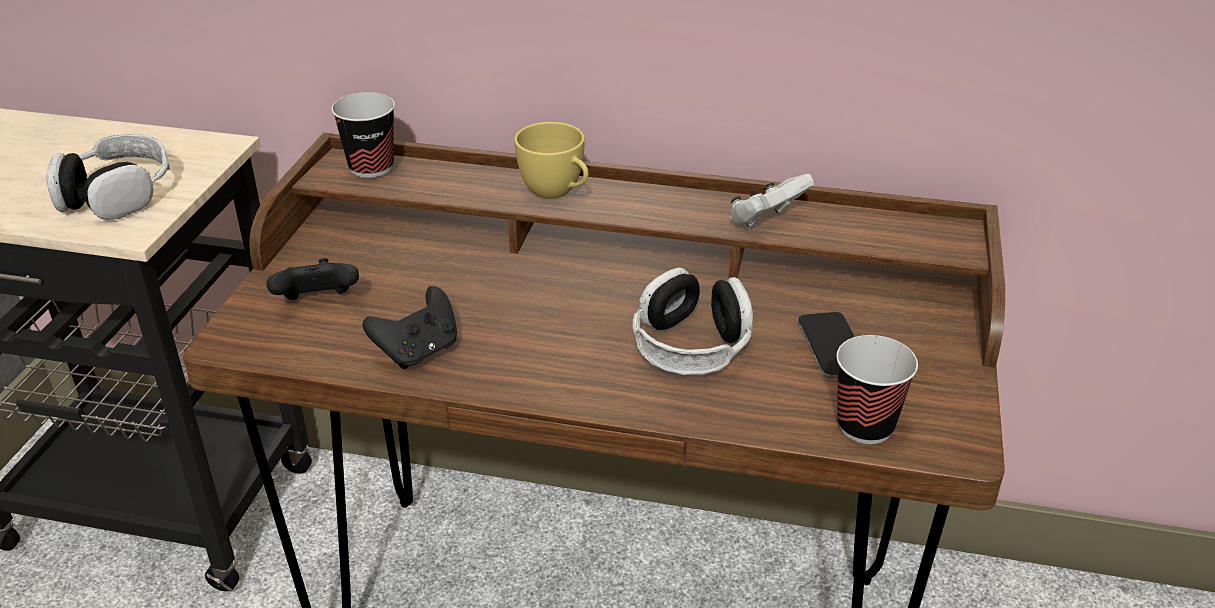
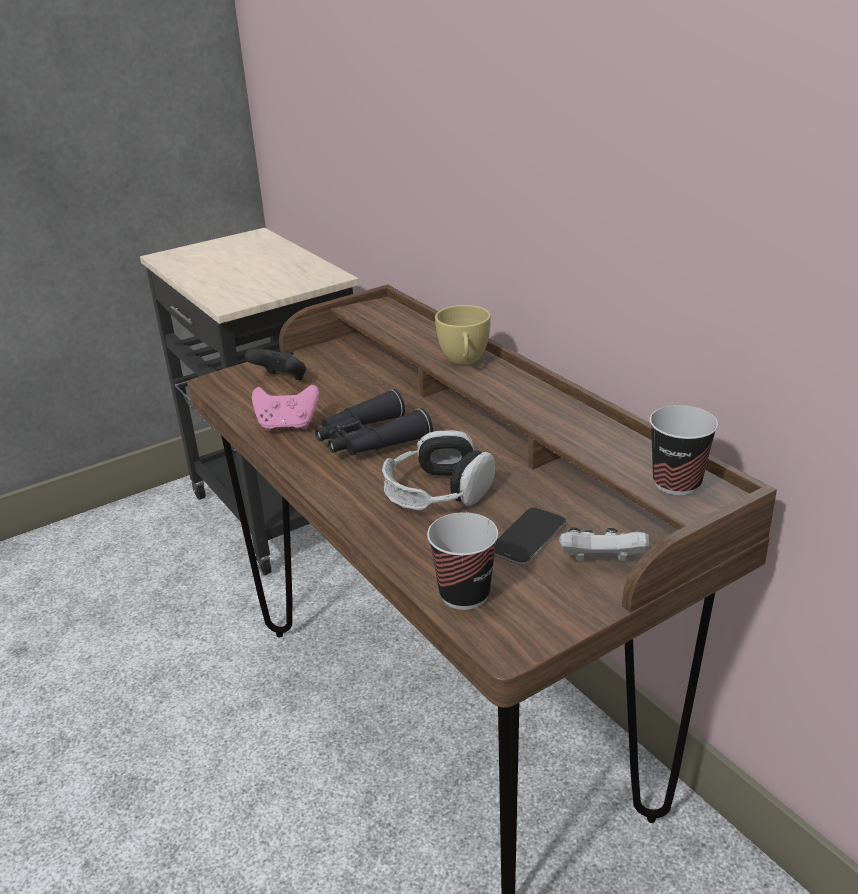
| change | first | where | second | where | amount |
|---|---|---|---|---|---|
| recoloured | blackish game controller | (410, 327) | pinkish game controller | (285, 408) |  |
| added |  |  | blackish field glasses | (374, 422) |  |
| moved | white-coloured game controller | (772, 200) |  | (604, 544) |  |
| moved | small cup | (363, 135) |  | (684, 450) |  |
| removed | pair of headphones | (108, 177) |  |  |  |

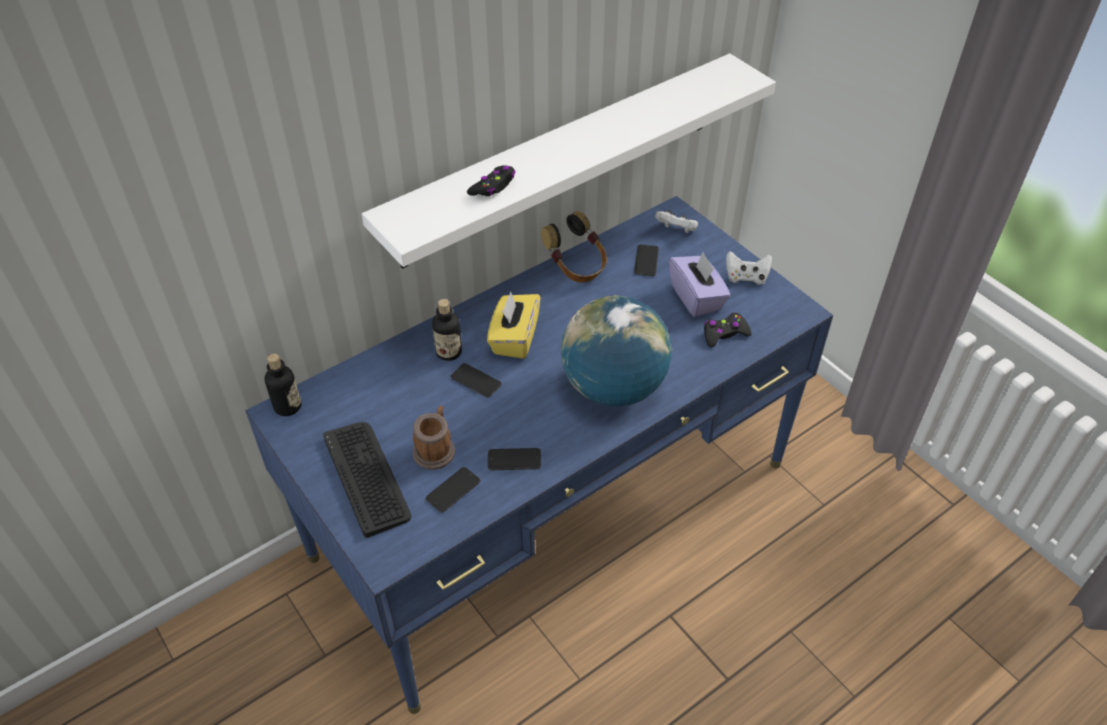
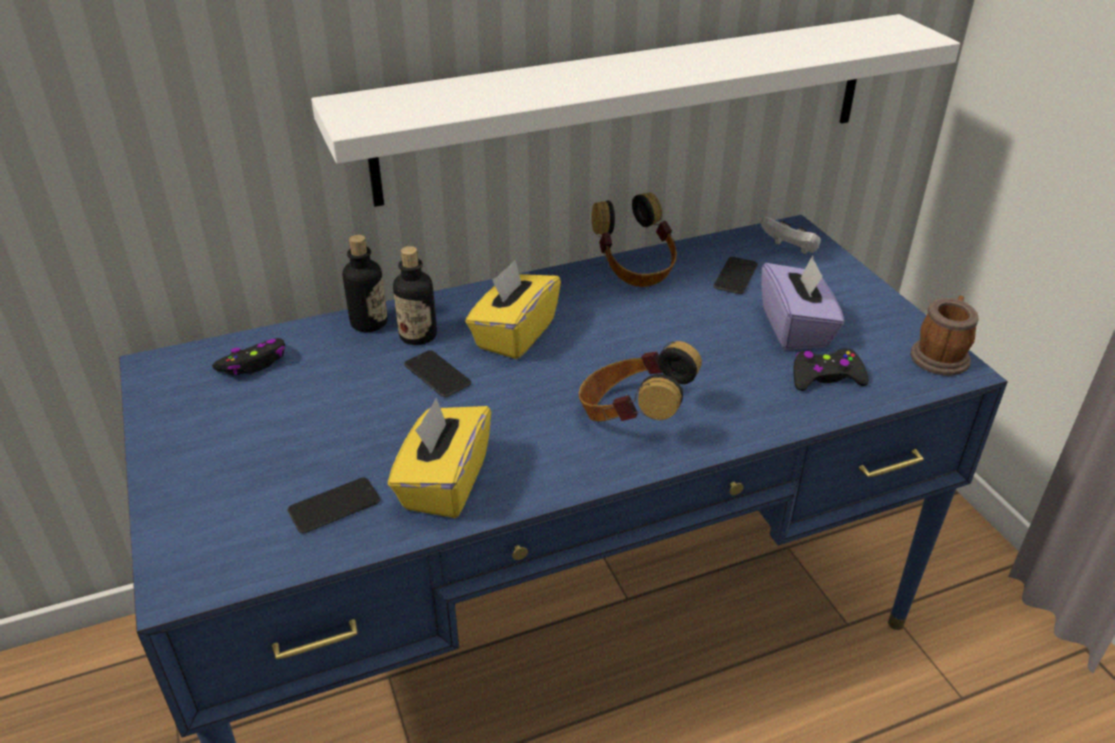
| change | first | where | second | where | amount |
|---|---|---|---|---|---|
| moved | blackish game controller | (491, 180) |  | (248, 357) |  |
| moved | bottle | (283, 384) |  | (365, 283) |  |
| replaced | handset | (514, 459) | yellow-coloured box of tissues | (439, 458) |  |
| replaced | globe | (616, 351) | pair of headphones | (640, 381) |  |
| moved | coffee mug | (434, 438) |  | (944, 335) |  |
| removed | keyboard | (367, 480) |  |  |  |
| removed | white-coloured game controller | (749, 268) |  |  |  |

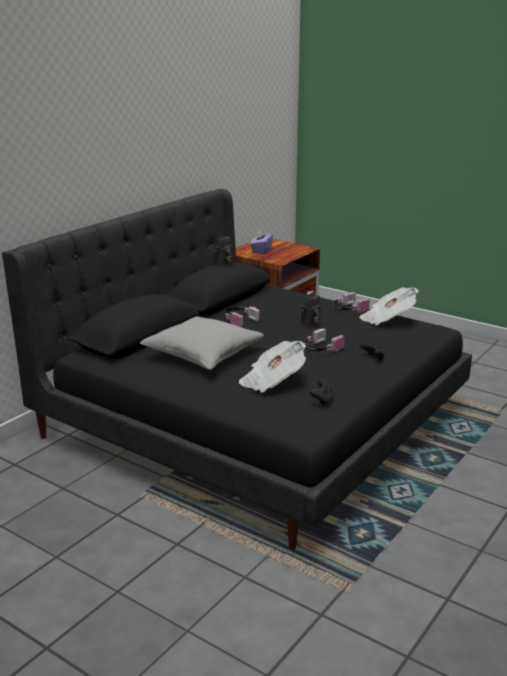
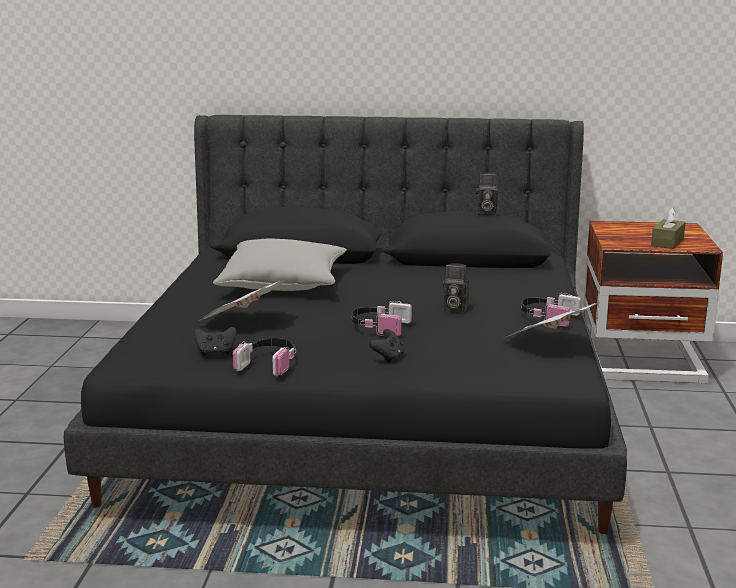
| change | first | where | second | where | amount |
|---|---|---|---|---|---|
| moved | pair of headphones | (241, 316) |  | (264, 356) |  |
| added |  |  | brownish box of tissues | (668, 228) |  |
| removed | purplish box of tissues | (261, 241) |  |  |  |

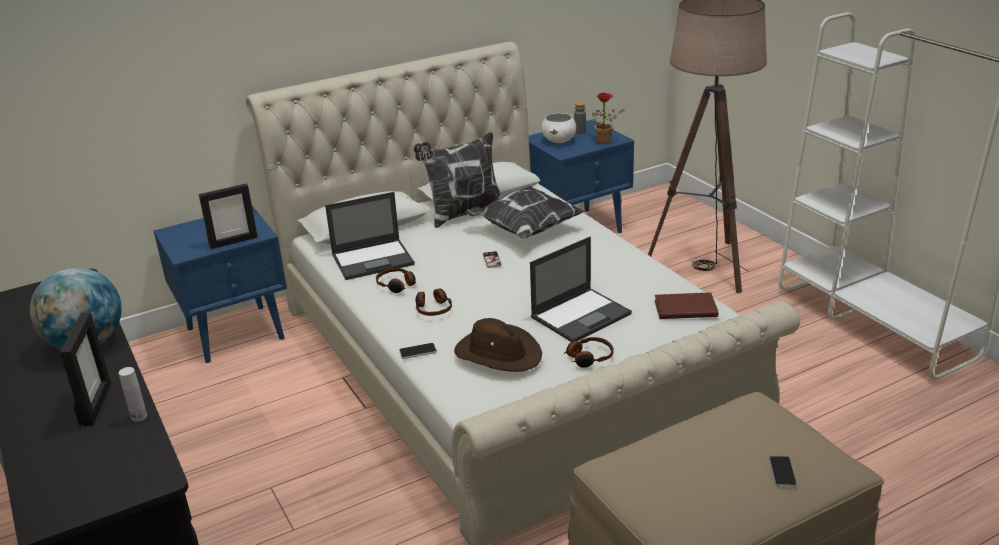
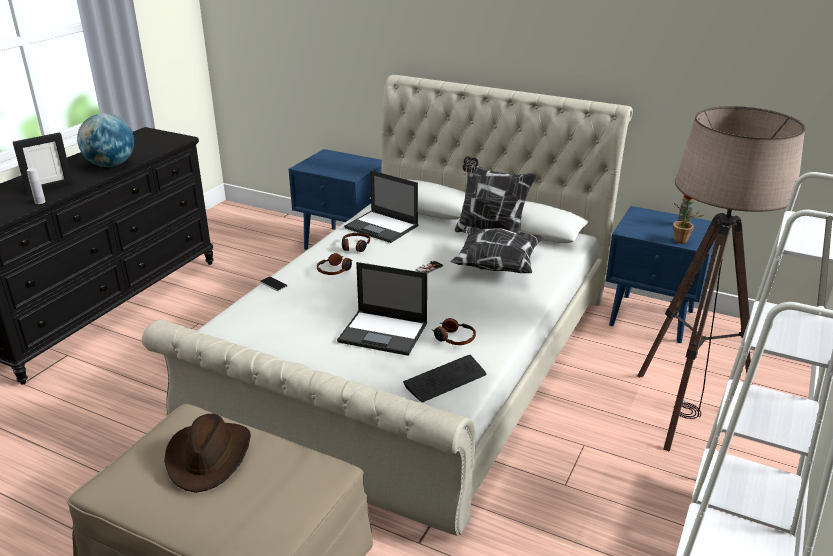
| change | first | where | second | where | amount |
|---|---|---|---|---|---|
| moved | brownish hat | (498, 345) |  | (207, 453) |  |
| replaced | brownish bound book | (686, 305) | keyboard | (444, 378) |  |
| moved | pair of headphones | (589, 352) |  | (454, 331) |  |
| removed | photo frame | (228, 216) |  |  |  |
| removed | white-coloured serving bowl | (558, 128) |  |  |  |
| removed | handset | (783, 471) |  |  |  |

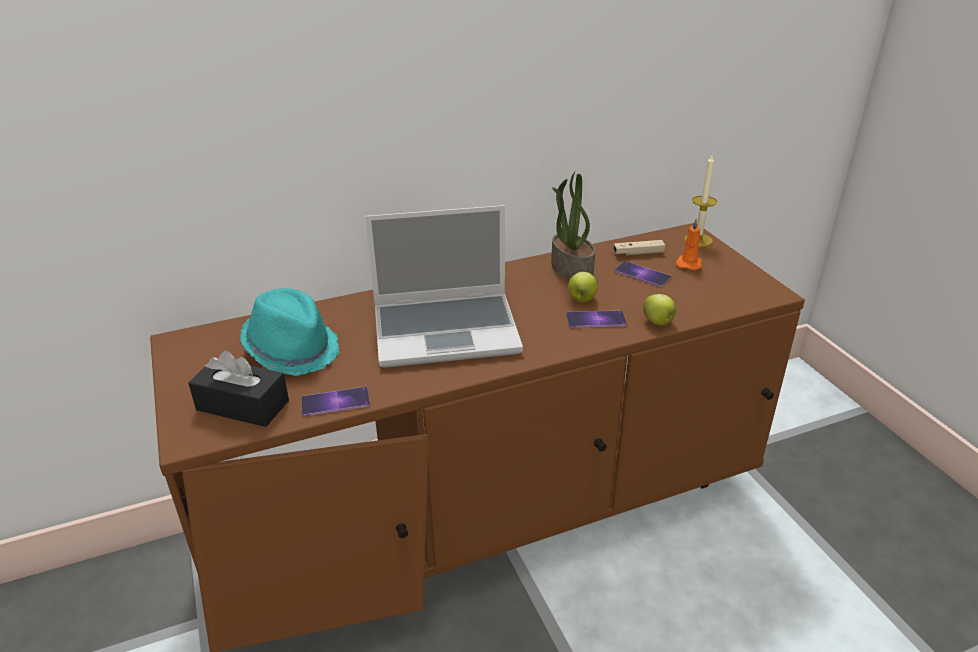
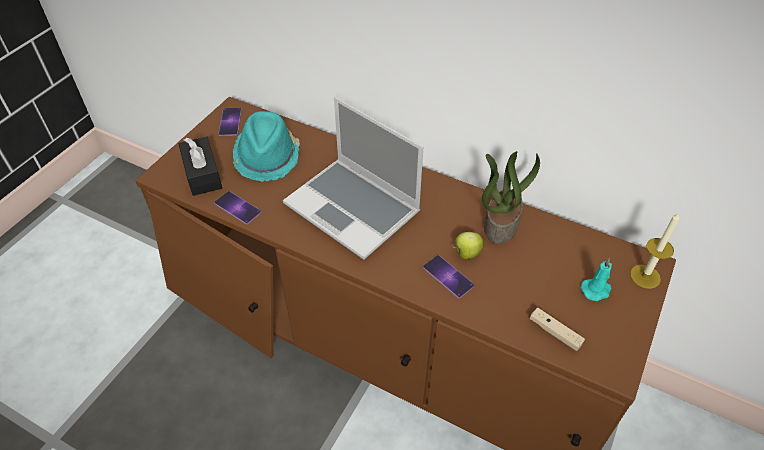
| change | first | where | second | where | amount |
|---|---|---|---|---|---|
| moved | handset | (642, 274) |  | (230, 122) |  |
| moved | sand-coloured game controller | (640, 247) |  | (557, 329) |  |
| recoloured | orange candle | (689, 244) | blue-green candle | (596, 279) |  |
| removed | whole apple | (659, 310) |  |  |  |

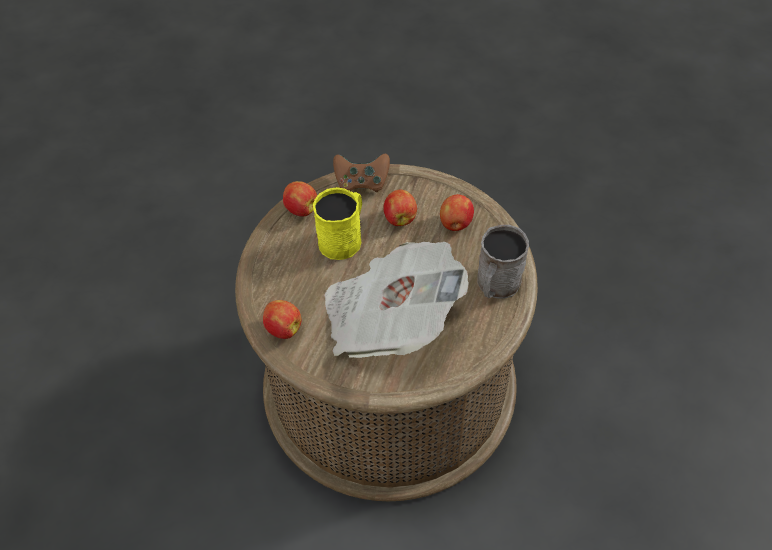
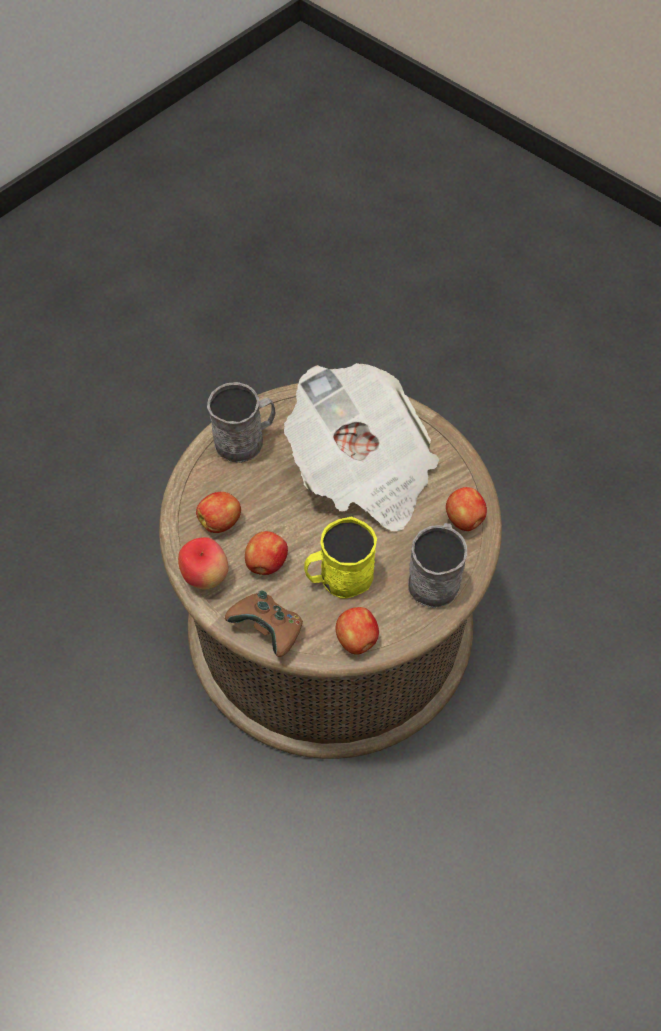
| change | first | where | second | where | amount |
|---|---|---|---|---|---|
| added |  |  | whole apple | (203, 563) |  |
| added |  |  | gray coffee mug | (437, 565) |  |

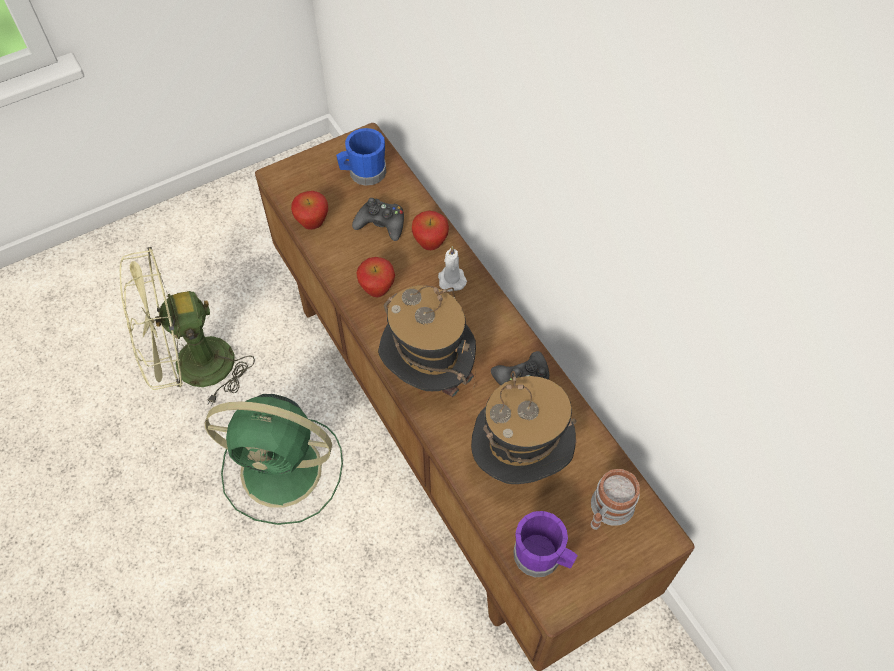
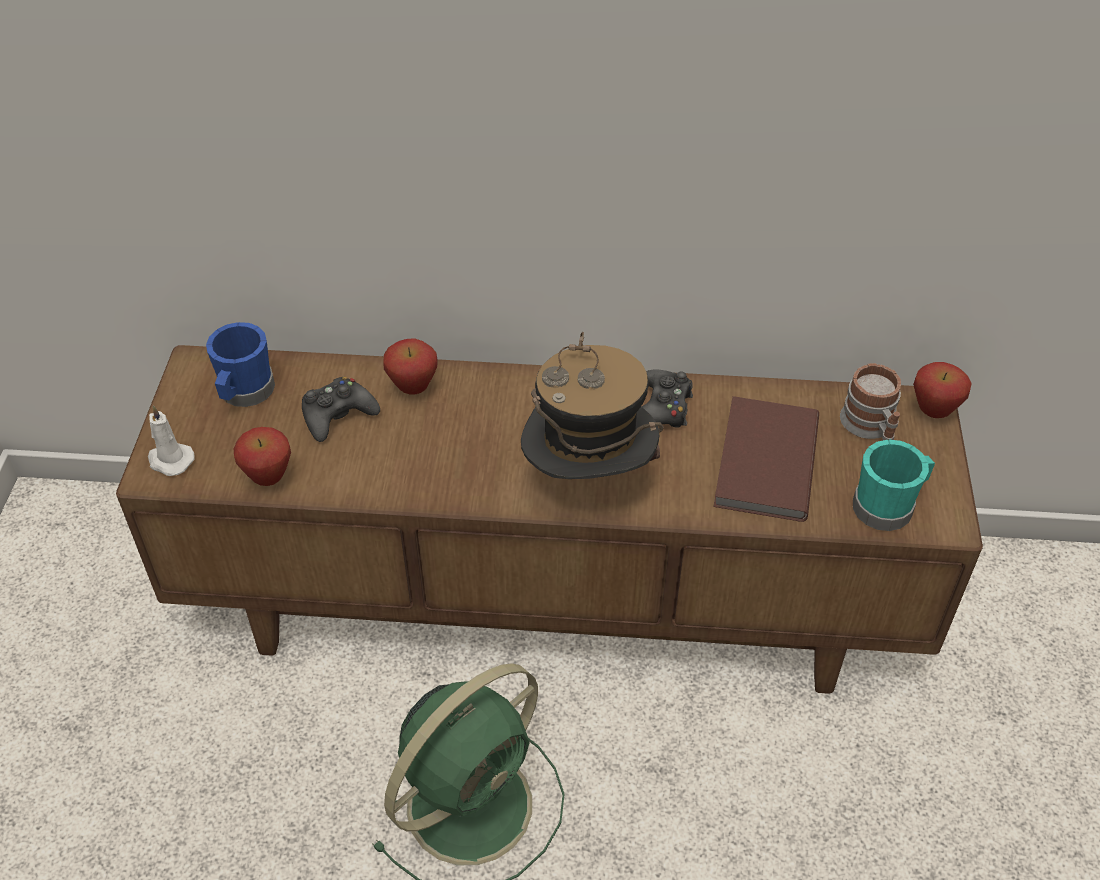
| change | first | where | second | where | amount |
|---|---|---|---|---|---|
| moved | white-coloured candle | (452, 269) |  | (171, 440) |  |
| replaced | hat | (524, 427) | brownish bound book | (766, 459) |  |
| recoloured | purplish coffee mug | (545, 544) | blue-green coffee mug | (894, 485) |  |
| moved | whole apple | (375, 277) |  | (942, 390) |  |
| removed | greenish electric fan | (187, 326) |  |  |  |

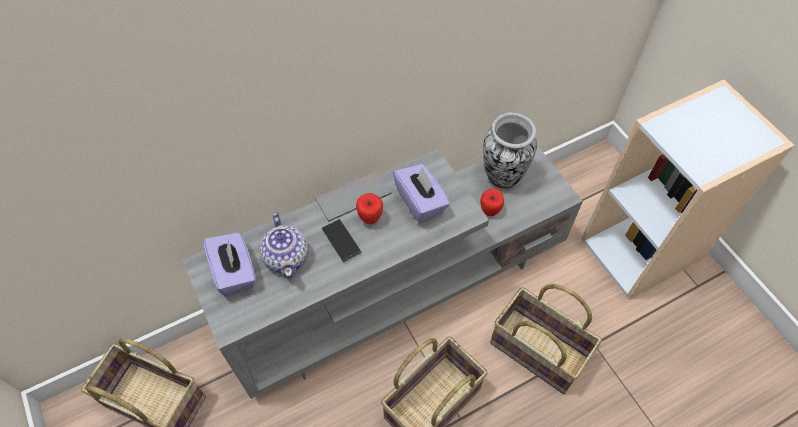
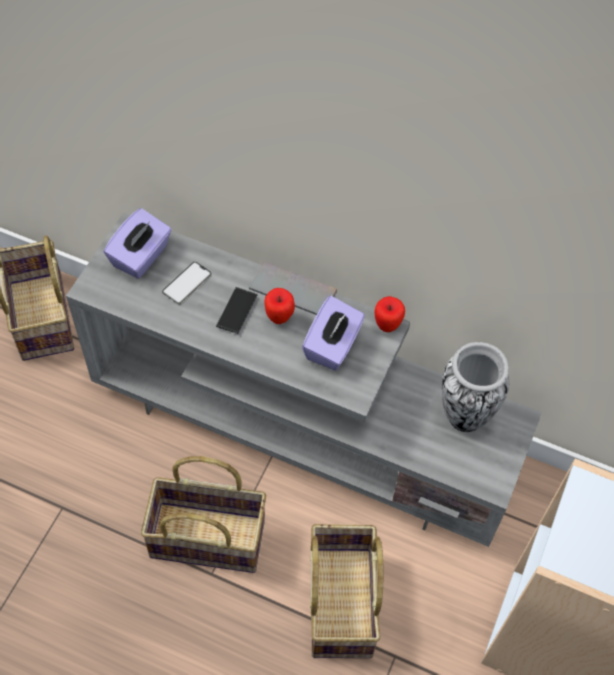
| change | first | where | second | where | amount |
|---|---|---|---|---|---|
| replaced | tea pot | (284, 245) | handset | (187, 282) |  |
| moved | whole apple | (492, 202) |  | (390, 314) |  |

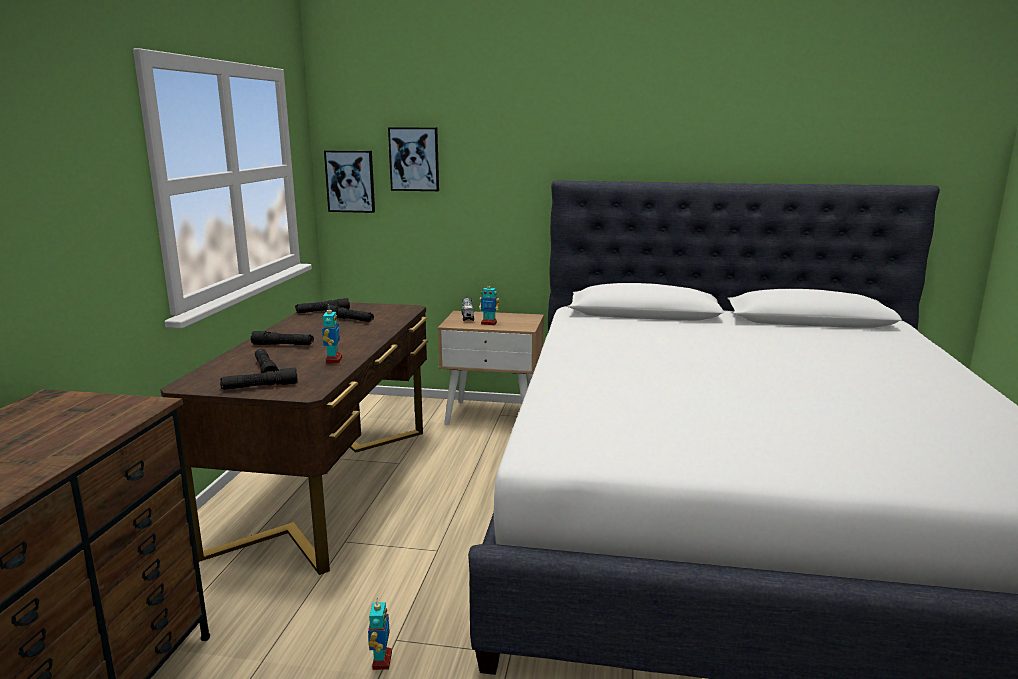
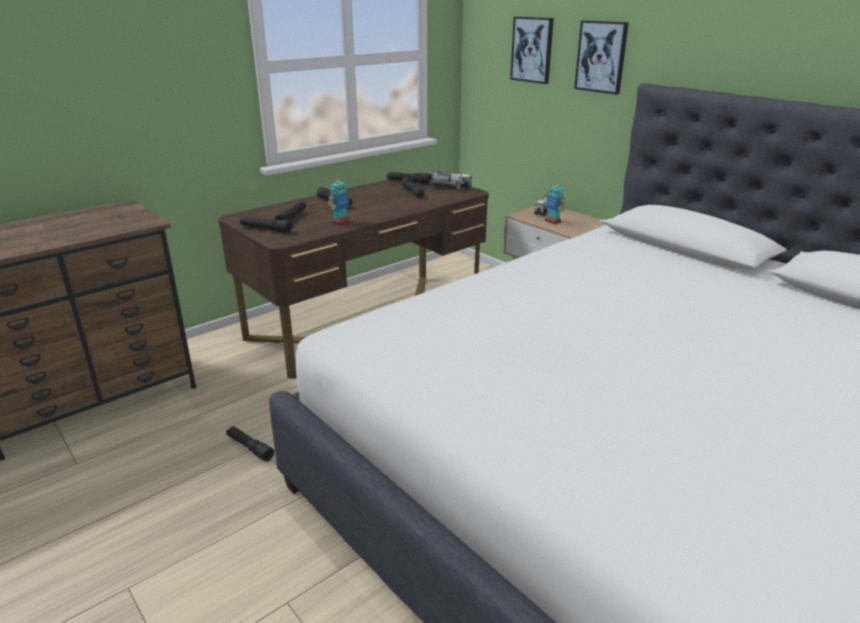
| change | first | where | second | where | amount |
|---|---|---|---|---|---|
| replaced | robot figure | (380, 634) | blackish hand torch | (250, 444) |  |
| added |  |  | toy truck | (451, 180) |  |
| moved | wall picture | (349, 181) |  | (601, 57) |  |

